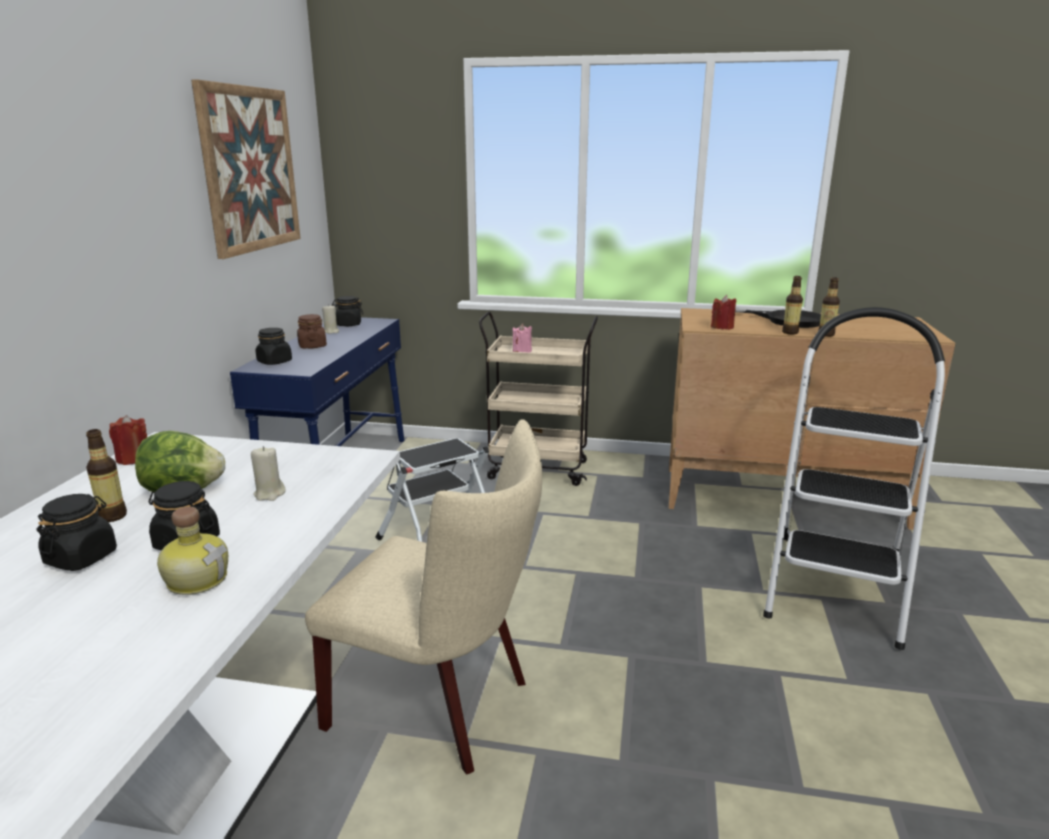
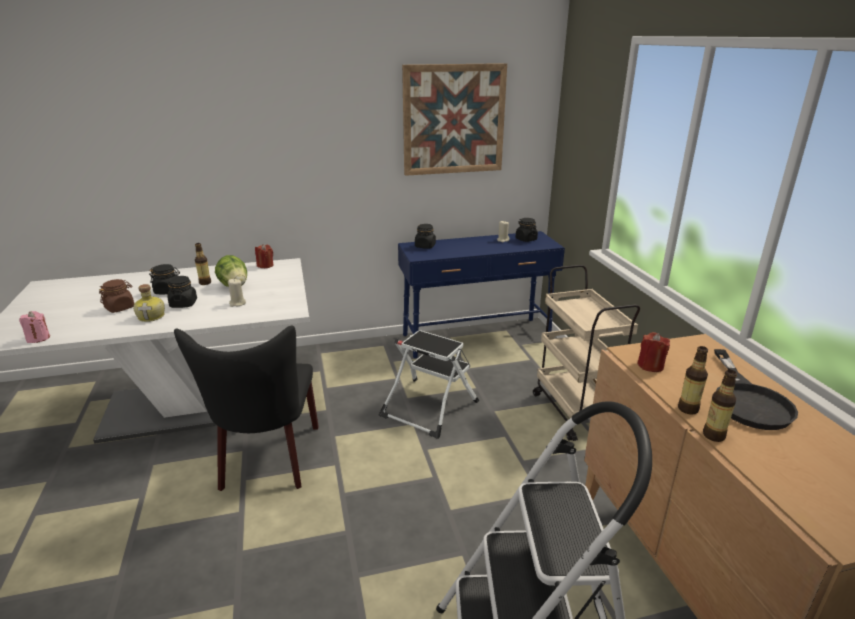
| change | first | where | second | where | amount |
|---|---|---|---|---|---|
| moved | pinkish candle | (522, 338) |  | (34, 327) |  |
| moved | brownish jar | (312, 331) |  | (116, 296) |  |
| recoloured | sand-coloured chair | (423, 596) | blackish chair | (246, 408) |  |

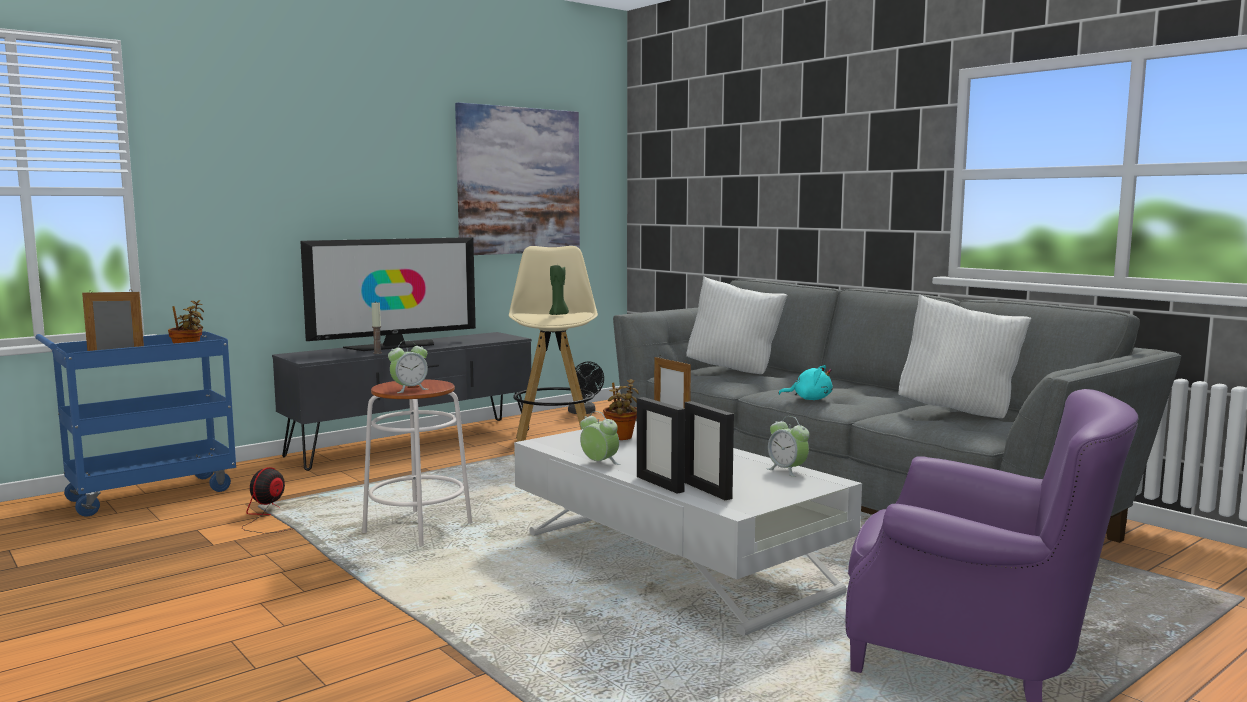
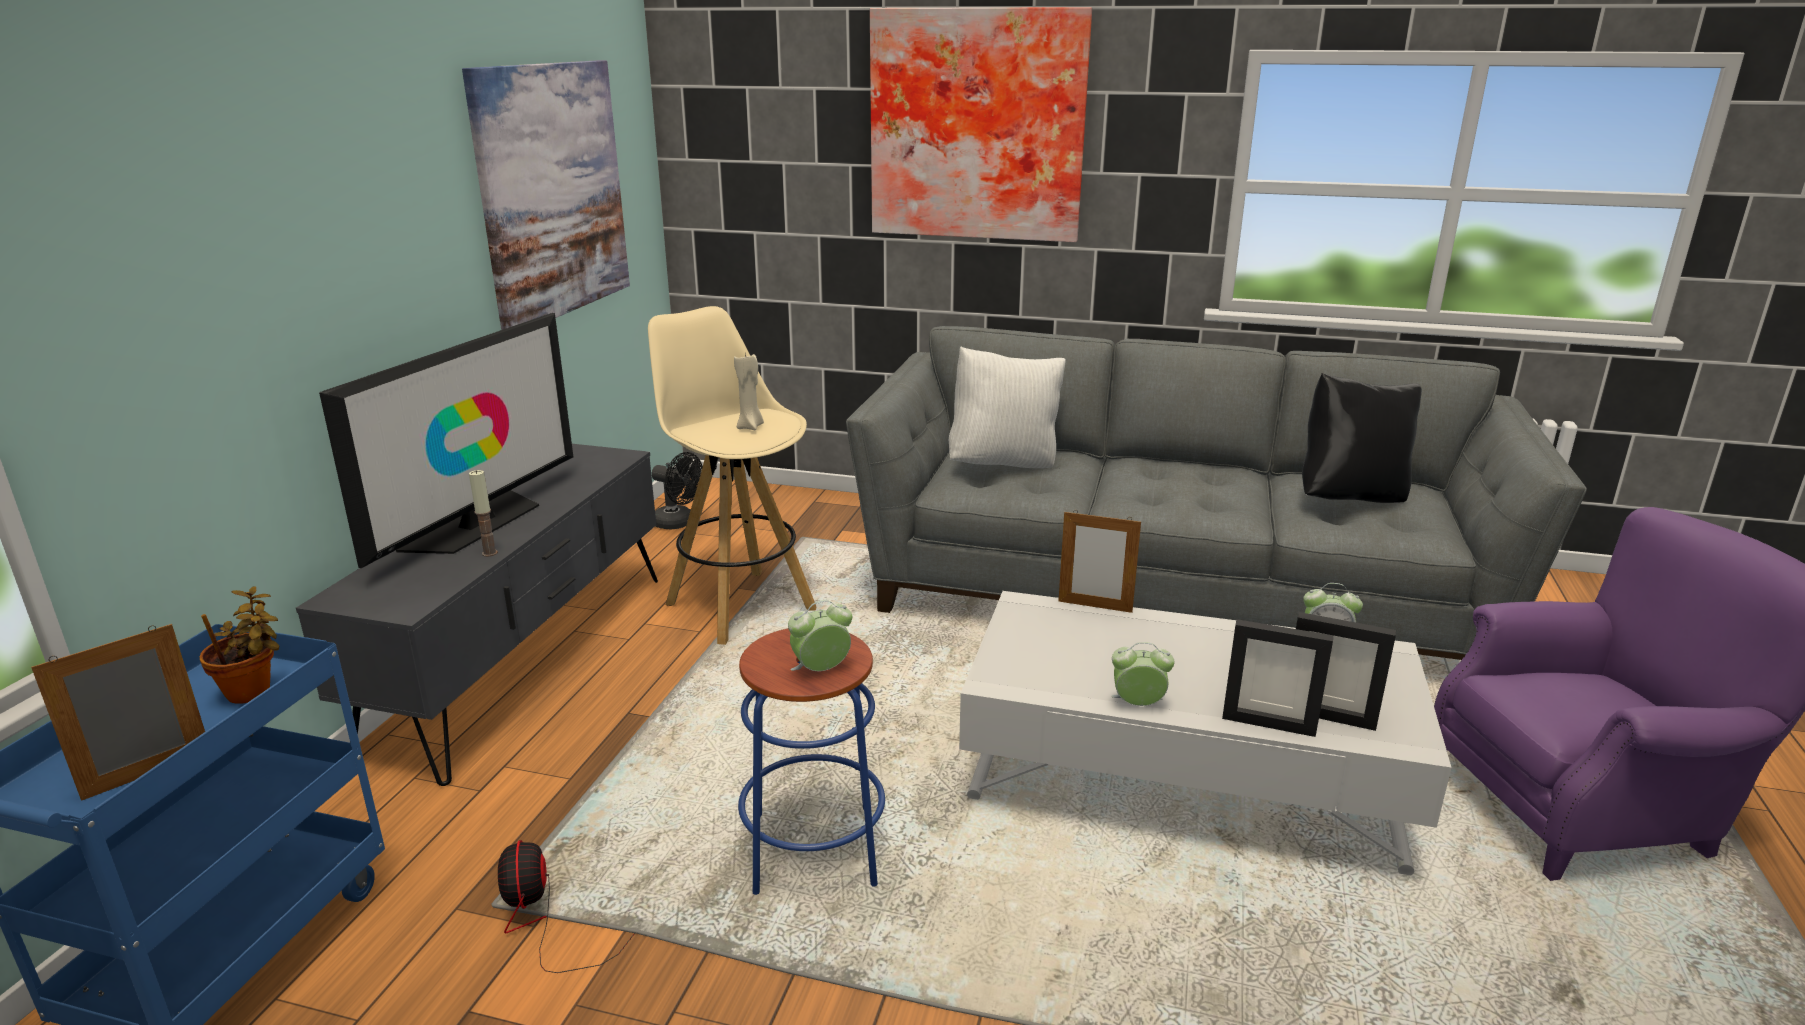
| change | first | where | second | where | amount |
|---|---|---|---|---|---|
| recoloured | greenish candle | (559, 290) | sand-coloured candle | (749, 391) |  |
| recoloured | white-coloured stool seat | (417, 462) | blue-coloured stool seat | (811, 762) |  |
| turned | alarm clock | (408, 366) |  | (820, 635) | 135 degrees counterclockwise |
| added |  |  | wall picture | (981, 124) |  |
| recoloured | white-coloured throw pillow | (964, 356) | blackish throw pillow | (1362, 438) |  |
| removed | potted plant | (621, 409) |  |  |  |
| removed | blue-green soft toy | (805, 382) |  |  |  |

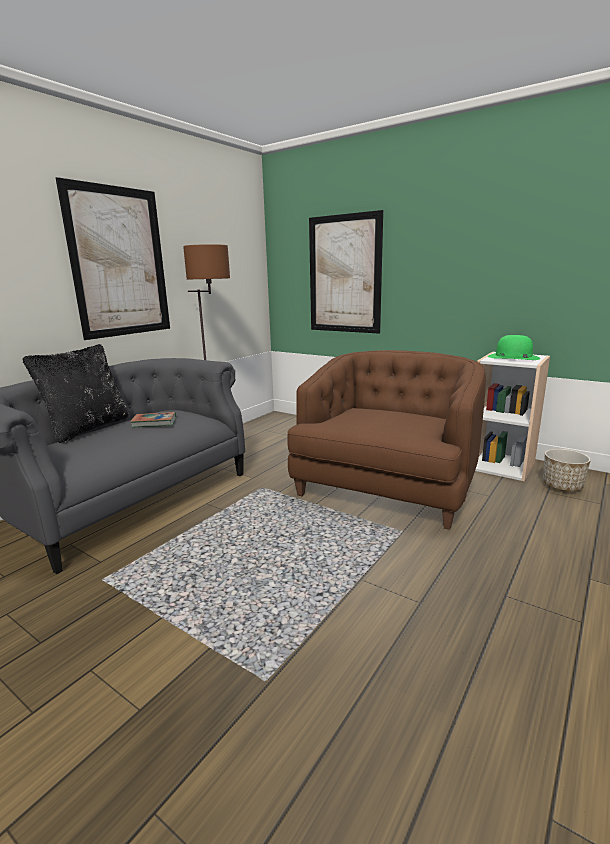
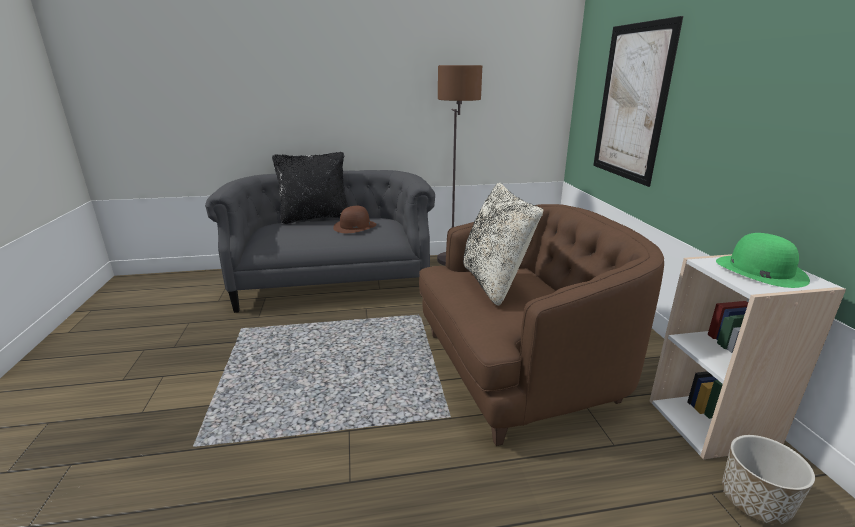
| change | first | where | second | where | amount |
|---|---|---|---|---|---|
| replaced | bound book | (153, 420) | brownish hat | (355, 219) |  |
| added |  |  | sand-coloured throw pillow | (503, 244) |  |
| removed | wall picture | (112, 258) |  |  |  |

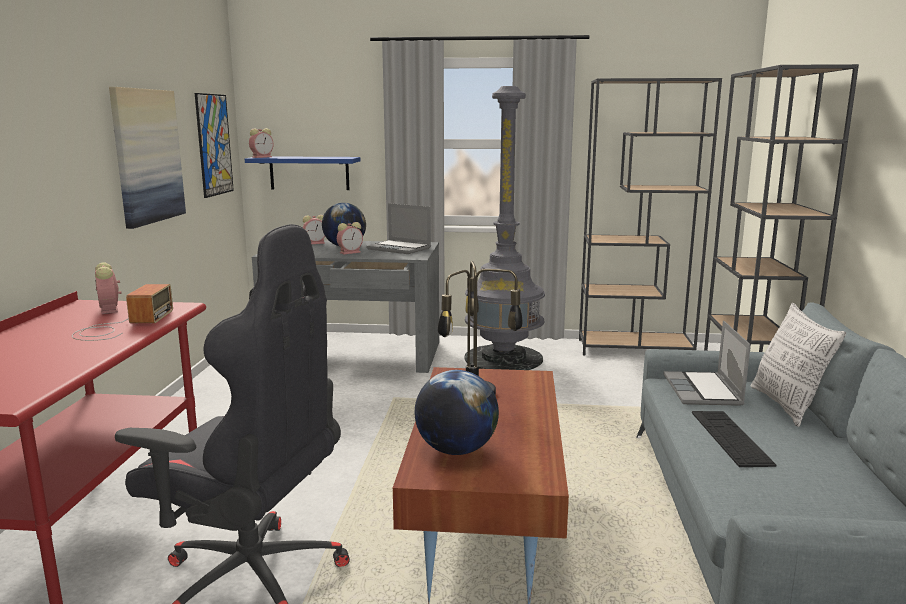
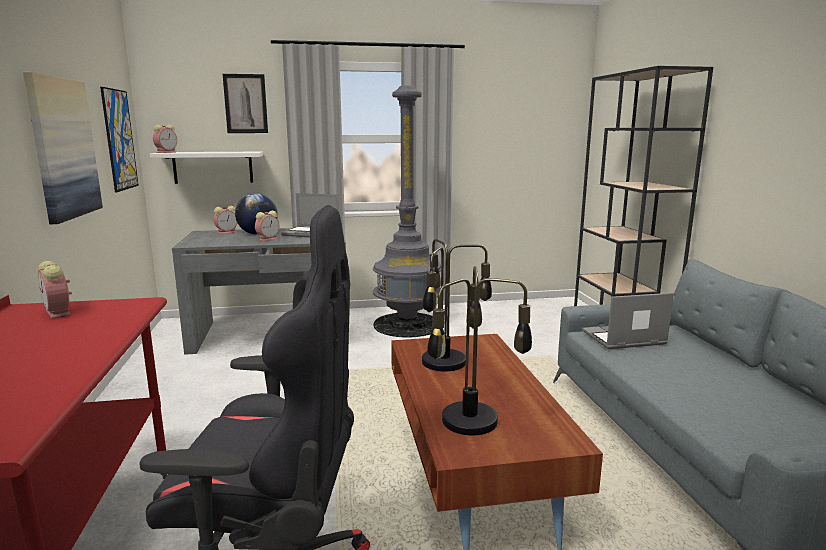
| change | first | where | second | where | amount |
|---|---|---|---|---|---|
| recoloured | blue-coloured shelf | (303, 173) | white-coloured shelf | (206, 167) |  |
| added |  |  | wall picture | (245, 103) |  |
| replaced | globe | (457, 412) | table lamp | (479, 350) |  |
| turned | notebook computer | (707, 363) |  | (628, 321) | 90 degrees clockwise |
| removed | radio receiver | (122, 312) |  |  |  |
| removed | bookcase | (650, 216) |  |  |  |
| removed | keyboard | (734, 439) |  |  |  |
| removed | throw pillow | (798, 365) |  |  |  |

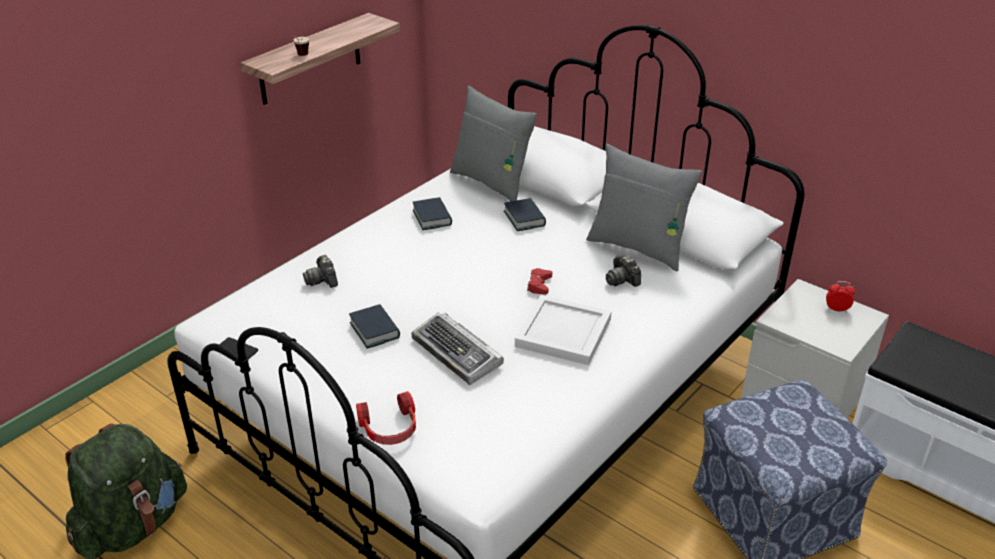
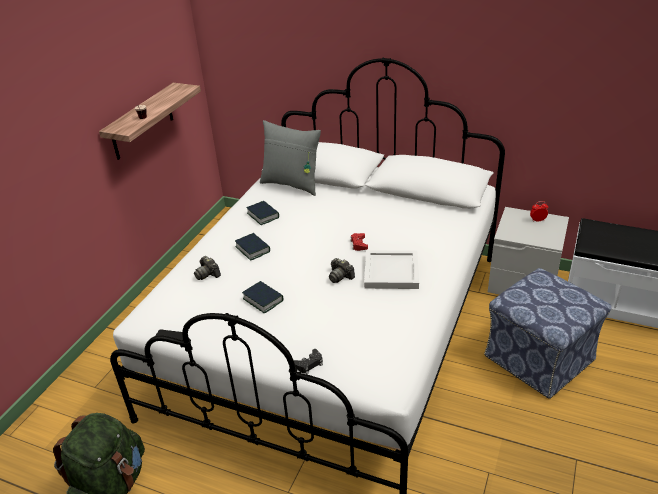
| change | first | where | second | where | amount |
|---|---|---|---|---|---|
| moved | bound book | (525, 214) |  | (252, 247) |  |
| replaced | pair of headphones | (386, 418) | blackish game controller | (308, 361) |  |
| moved | still camera | (623, 270) |  | (342, 270) |  |
| removed | keyboard | (458, 349) |  |  |  |
| removed | gray throw pillow | (644, 207) |  |  |  |

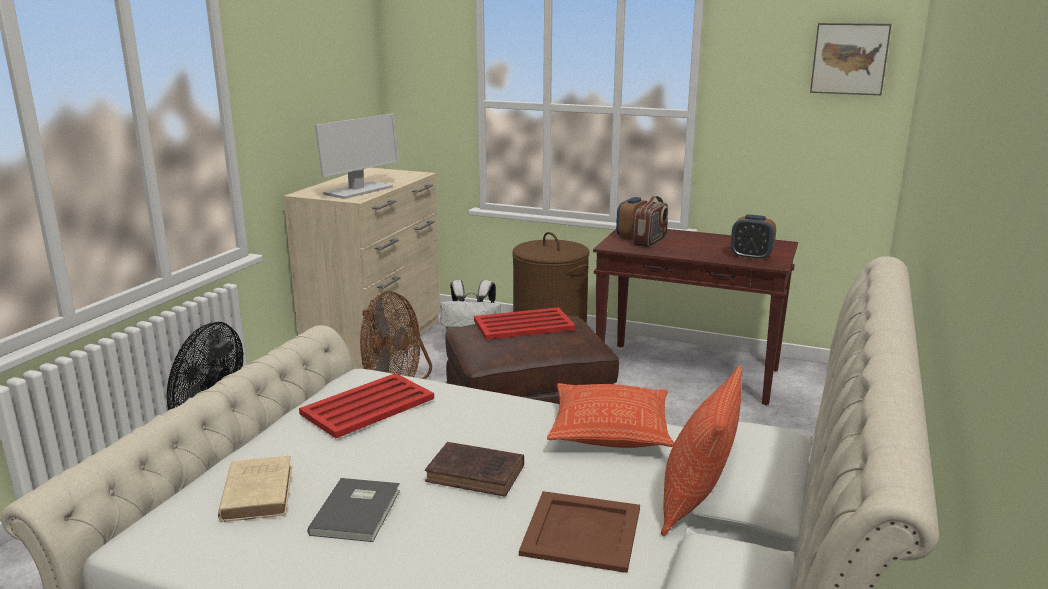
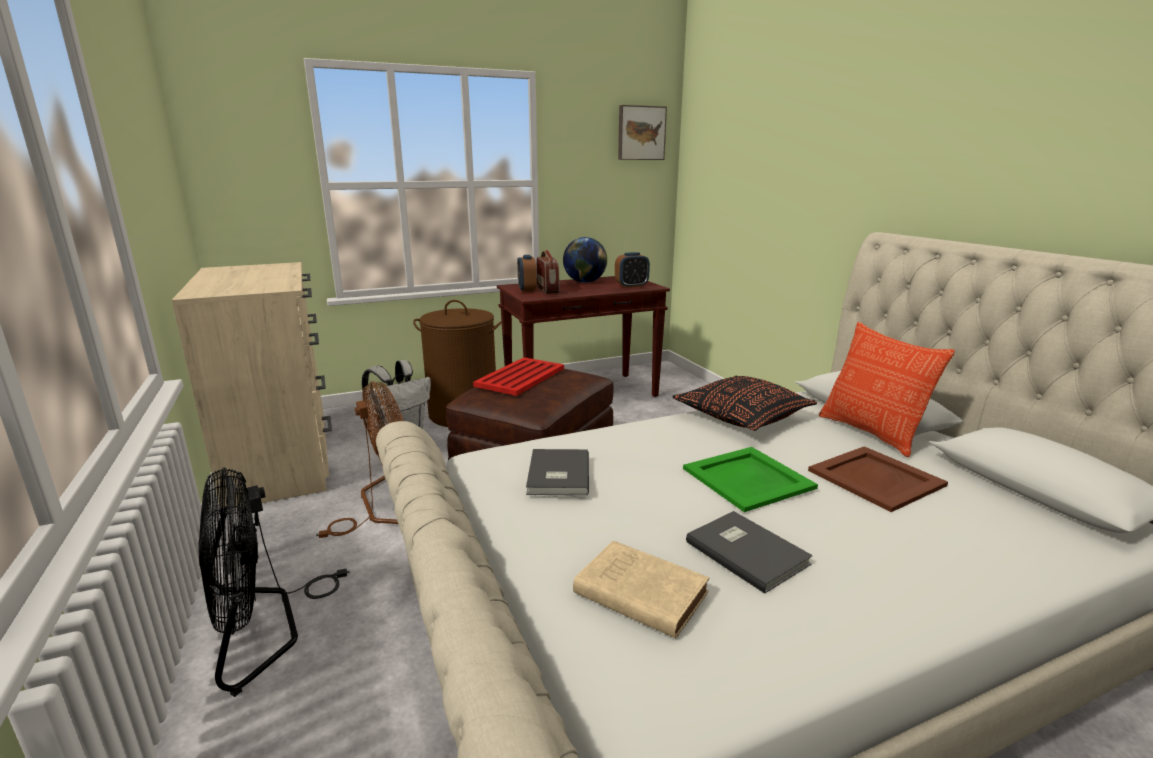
| change | first | where | second | where | amount |
|---|---|---|---|---|---|
| replaced | red-coloured serving tray | (366, 405) | gray bound book | (557, 472) |  |
| added |  |  | globe | (585, 260) |  |
| recoloured | orange throw pillow | (610, 415) | blackish throw pillow | (744, 403) |  |
| replaced | brownish bound book | (474, 469) | greenish serving tray | (750, 479) |  |
| removed | computer display | (357, 156) |  |  |  |

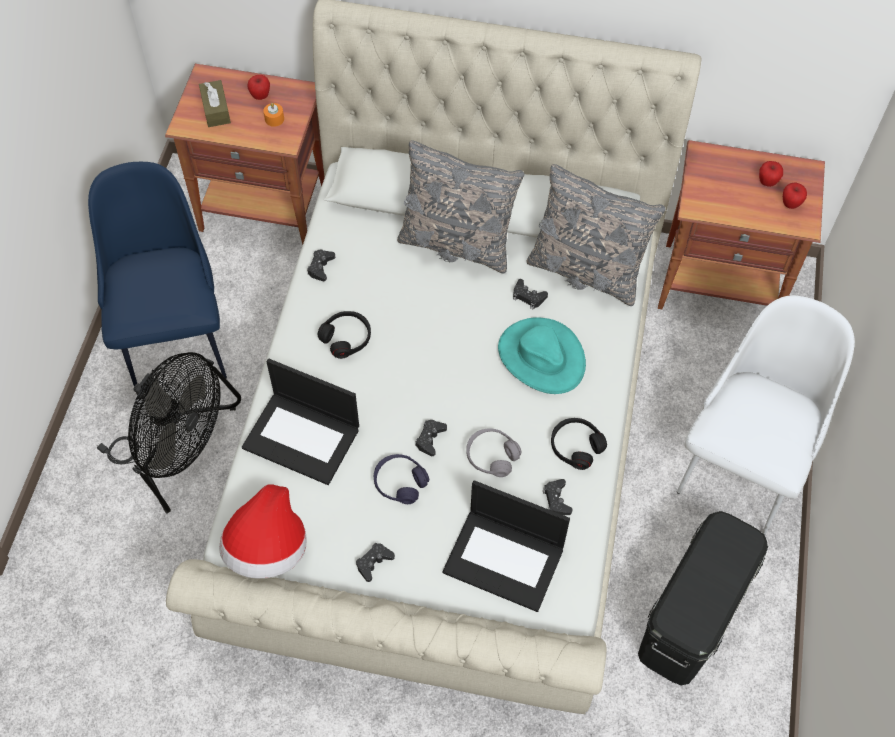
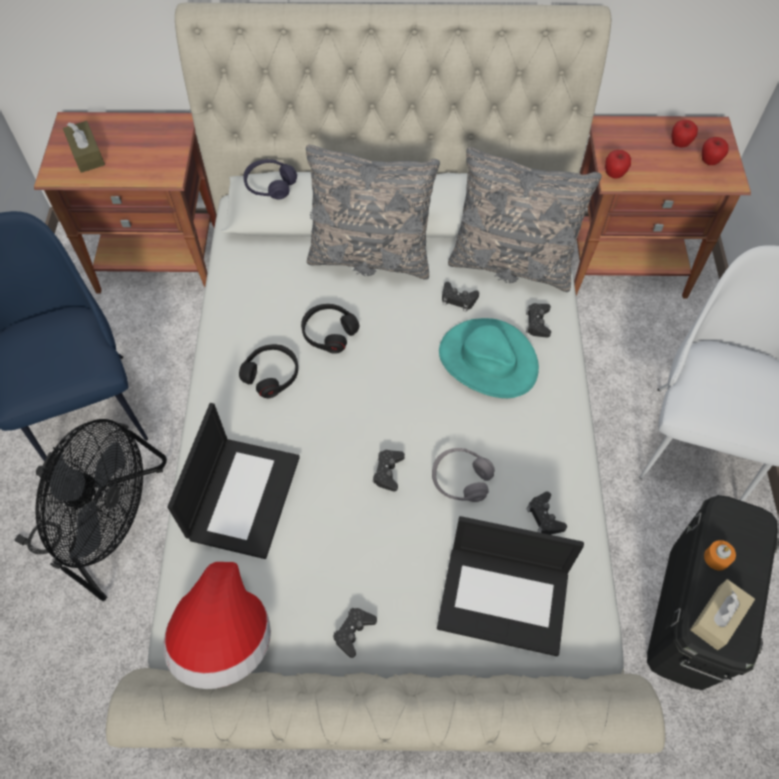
| change | first | where | second | where | amount |
|---|---|---|---|---|---|
| turned | notebook computer | (300, 421) |  | (233, 481) | 90 degrees counterclockwise |
| moved | purplish pair of headphones | (401, 479) |  | (270, 179) |  |
| moved | blackish pair of headphones | (579, 444) |  | (330, 329) |  |
| moved | blackish game controller | (321, 265) |  | (538, 320) |  |
| moved | whole apple | (258, 87) |  | (618, 164) |  |
| added |  |  | sand-coloured box of tissues | (722, 614) |  |
| moved | orange candle | (273, 115) |  | (720, 555) |  |

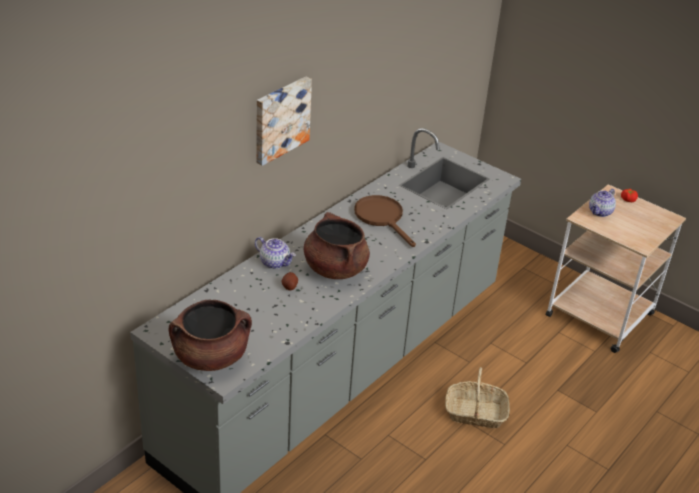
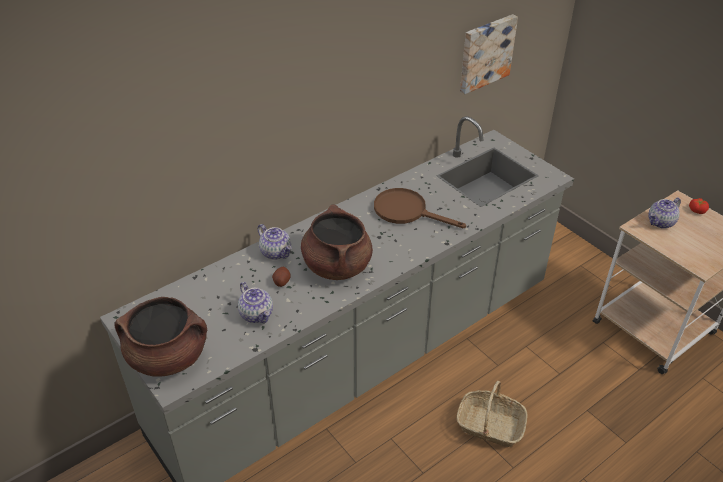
| change | first | where | second | where | amount |
|---|---|---|---|---|---|
| added |  |  | tea pot | (255, 302) |  |
| turned | brownish pan | (385, 221) |  | (420, 208) | 45 degrees counterclockwise |
| moved | wall picture | (284, 121) |  | (489, 54) |  |

